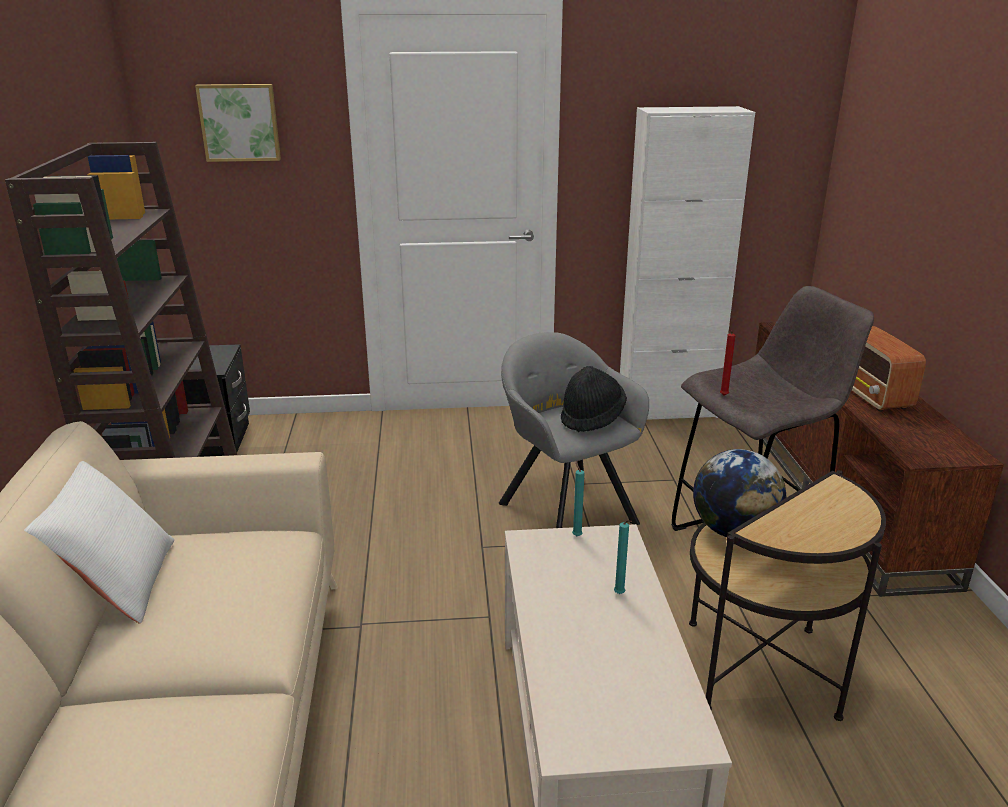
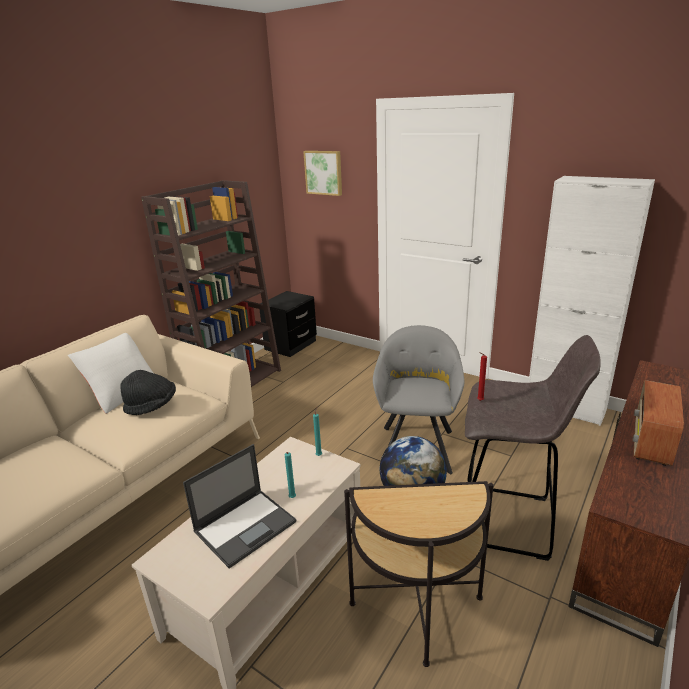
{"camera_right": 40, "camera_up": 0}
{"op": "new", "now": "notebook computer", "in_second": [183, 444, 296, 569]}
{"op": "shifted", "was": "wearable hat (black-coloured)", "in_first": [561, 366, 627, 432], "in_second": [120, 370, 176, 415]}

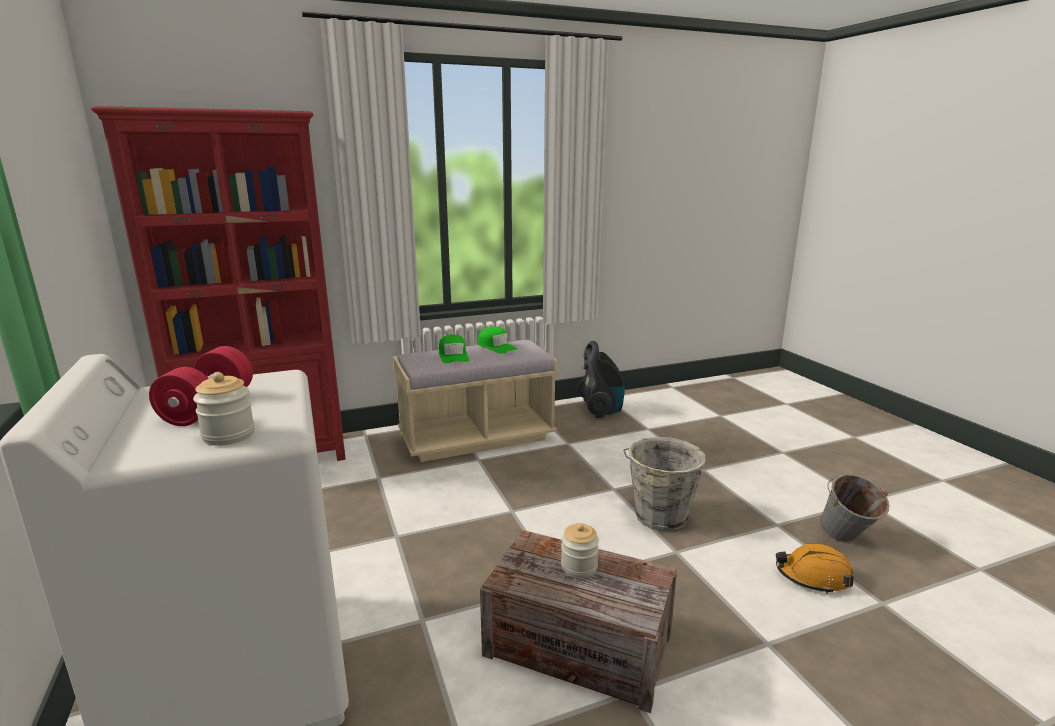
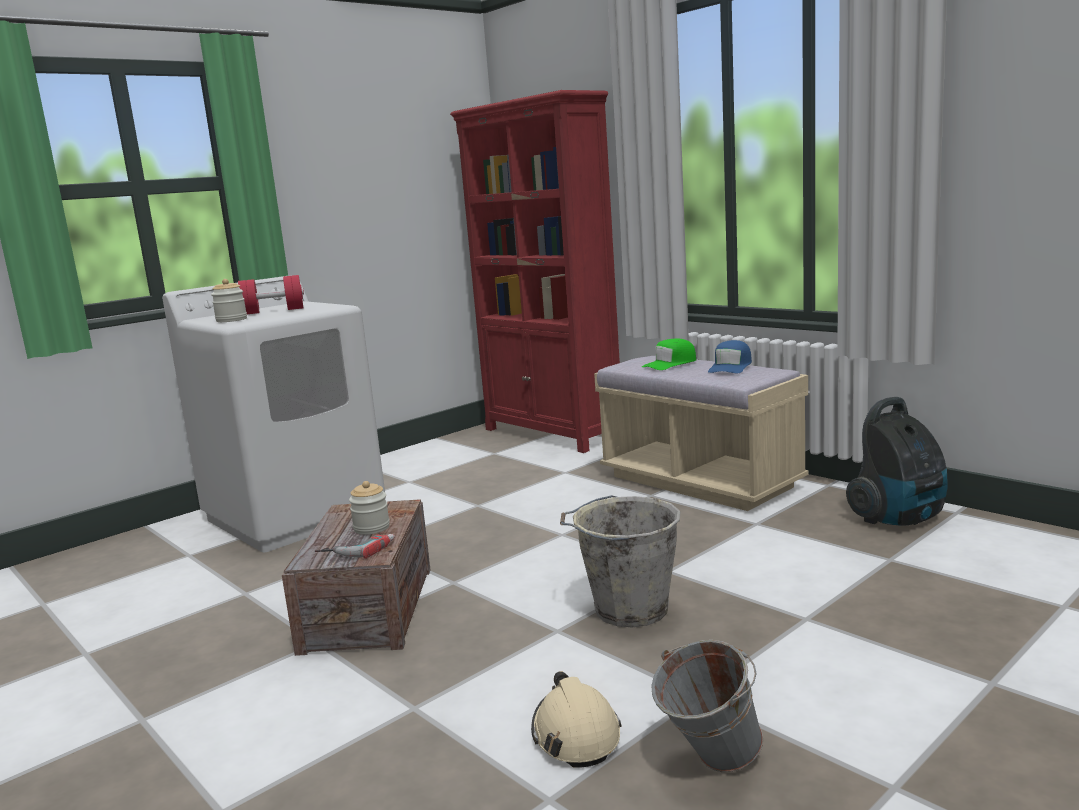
{"camera_right": 70, "camera_up": -5}
{"op": "new", "now": "electric drill", "in_second": [315, 534, 395, 559]}
{"op": "repainted", "was": "baseball cap (greenish)", "now": "baseball cap (blue)", "in_first": [478, 327, 518, 354], "in_second": [708, 340, 752, 373]}
{"op": "repainted", "was": "work helmet (orange-coloured)", "now": "work helmet (sand-coloured)", "in_first": [776, 543, 854, 594], "in_second": [531, 671, 622, 768]}

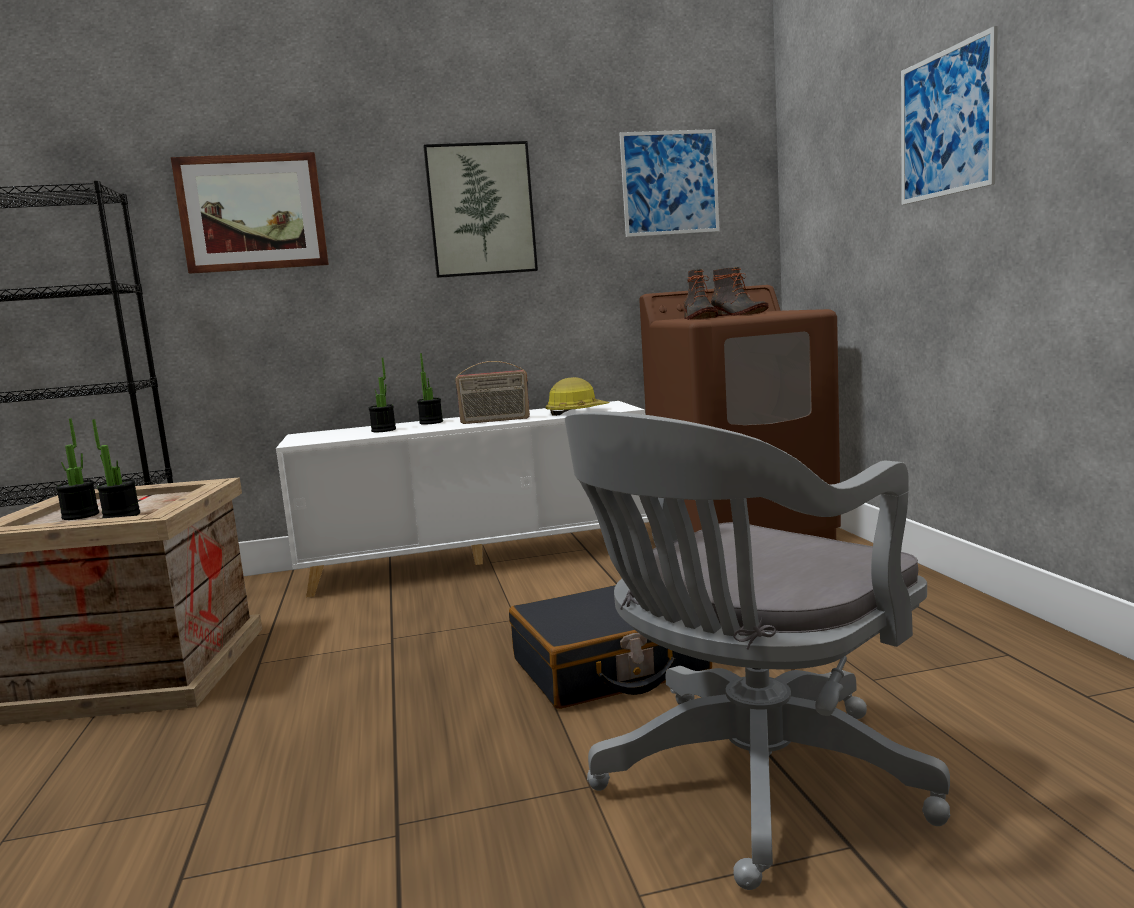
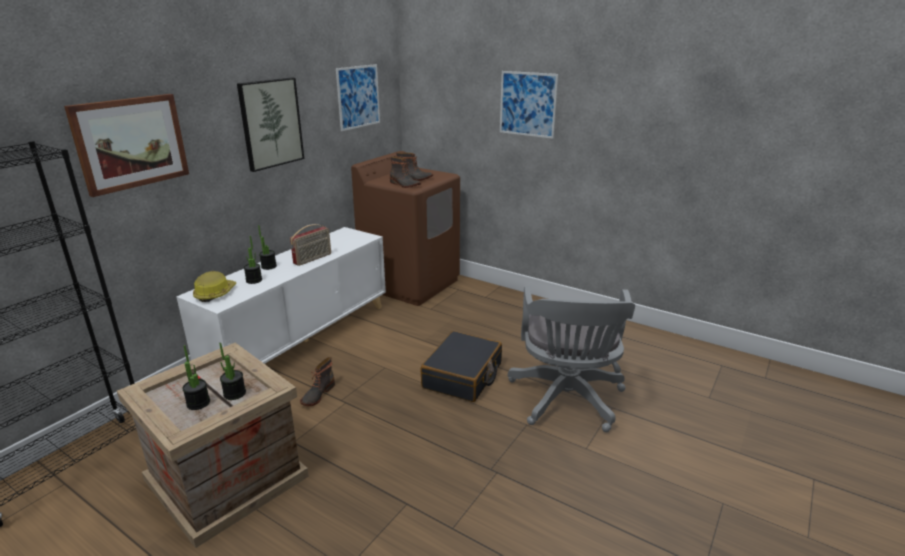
{"camera_right": -45, "camera_up": 15}
{"op": "new", "now": "high-top boot", "in_second": [300, 357, 335, 406]}
{"op": "shifted", "was": "work helmet", "in_first": [546, 377, 609, 416], "in_second": [193, 271, 236, 302]}

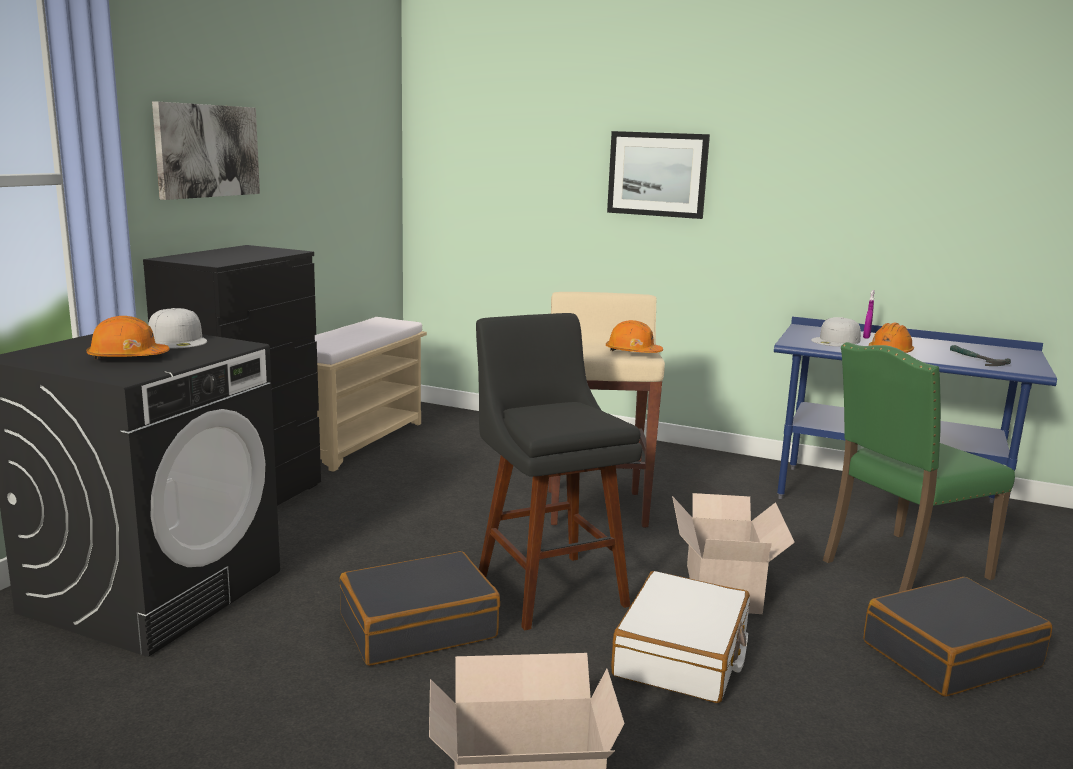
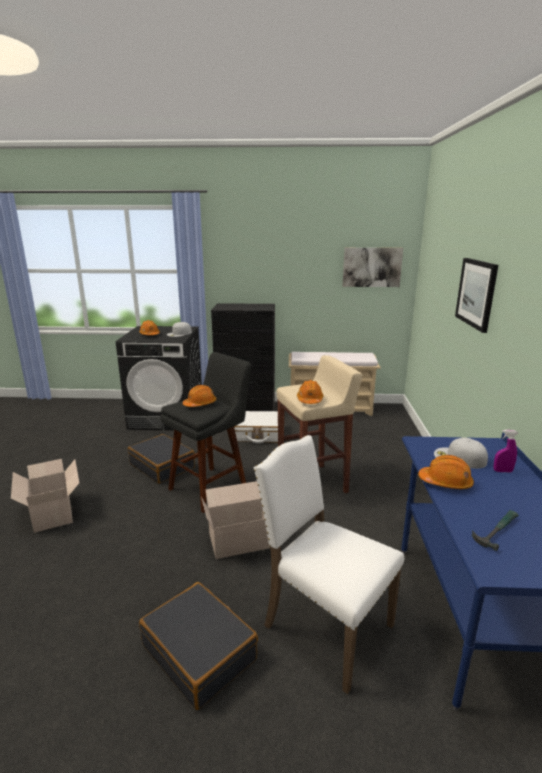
{"camera_right": 70, "camera_up": 5}
{"op": "new", "now": "work helmet (orange-coloured)", "in_second": [183, 385, 216, 407]}
{"op": "shifted", "was": "picture", "in_first": [152, 101, 260, 200], "in_second": [343, 248, 403, 287]}
{"op": "shifted", "was": "travel case (white)", "in_first": [611, 571, 750, 703], "in_second": [234, 411, 278, 444]}
{"op": "repainted", "was": "plain chair (greenish)", "now": "plain chair (white)", "in_first": [823, 342, 1015, 592], "in_second": [254, 435, 404, 694]}

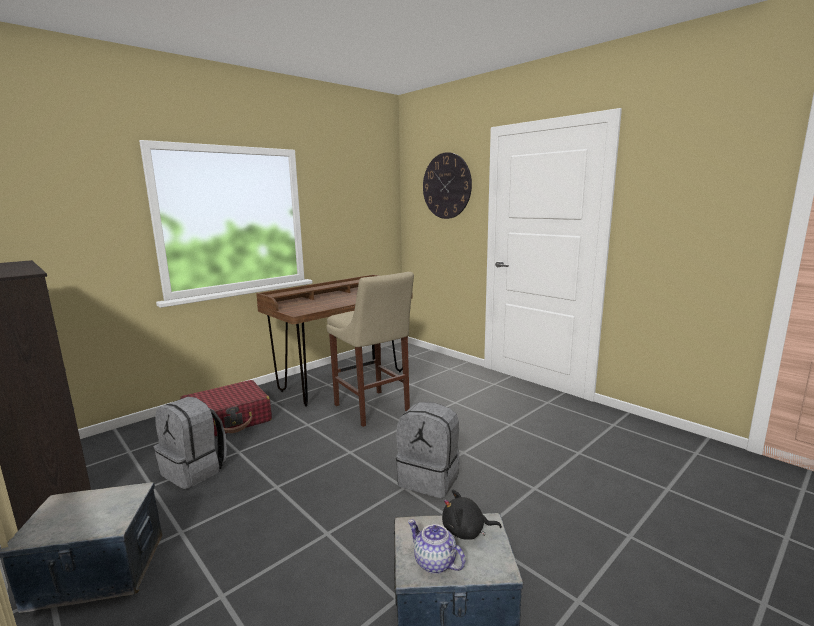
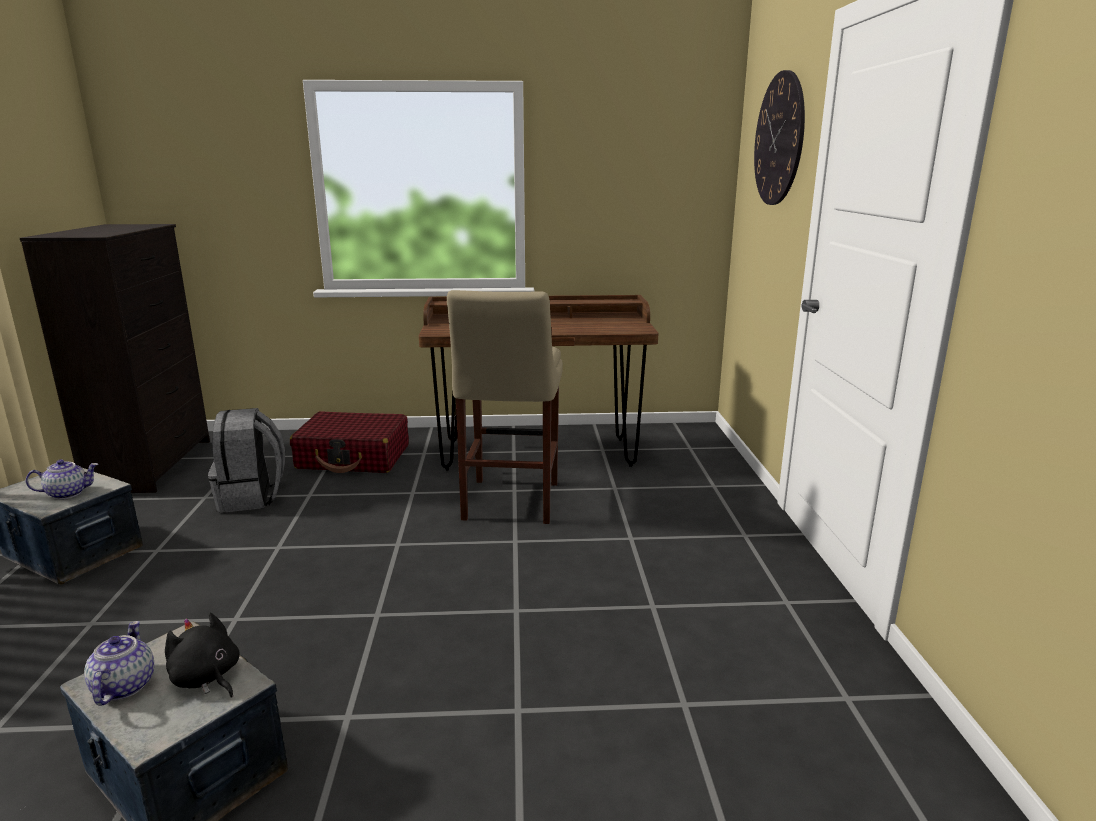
{"camera_right": 40, "camera_up": 5}
{"op": "gone", "was": "rucksack (grey)", "in_first": [396, 402, 460, 498]}
{"op": "new", "now": "pot for tea", "in_second": [26, 459, 98, 499]}

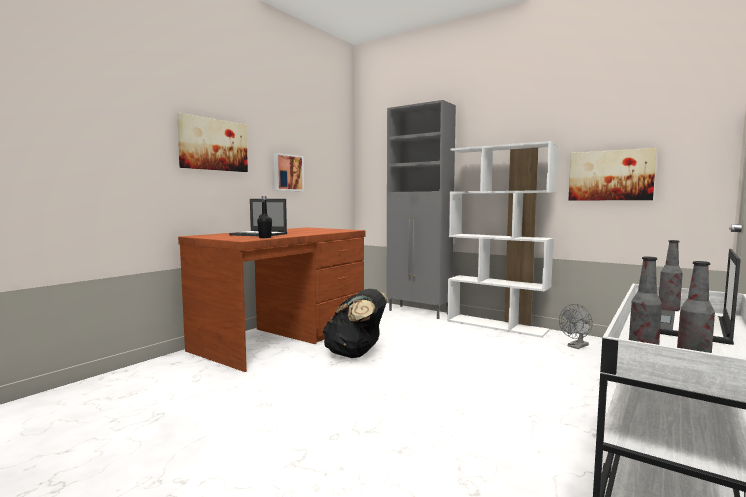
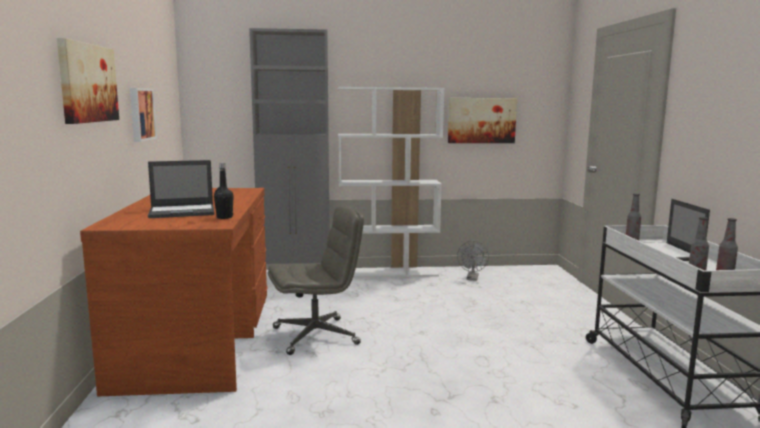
{"camera_right": -40, "camera_up": 5}
{"op": "swapped", "was": "rucksack (black-coloured)", "now": "desk chair (grey)", "in_first": [323, 289, 388, 358], "in_second": [268, 206, 364, 355]}

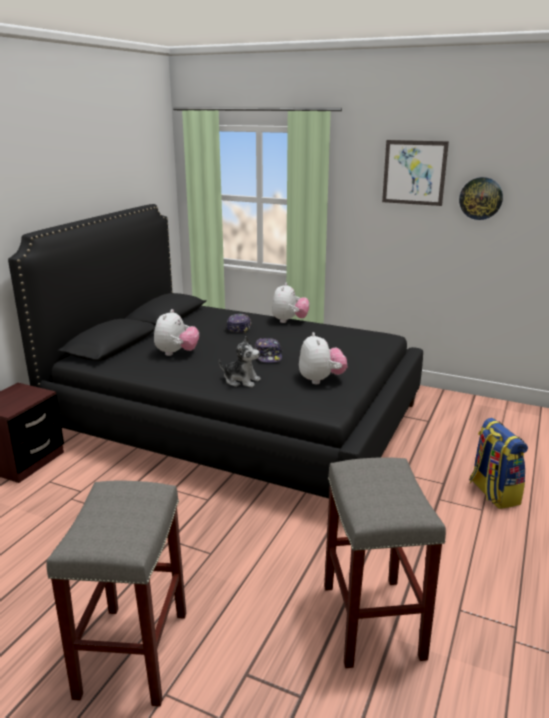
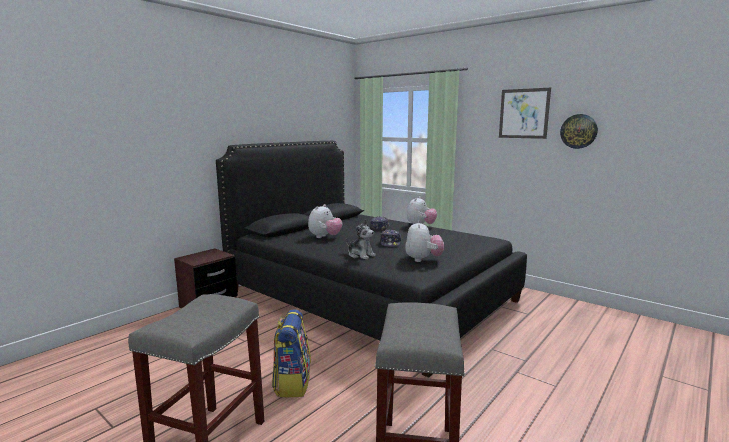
{"camera_right": 15, "camera_up": -10}
{"op": "shifted", "was": "rucksack", "in_first": [469, 418, 528, 509], "in_second": [272, 309, 311, 397]}

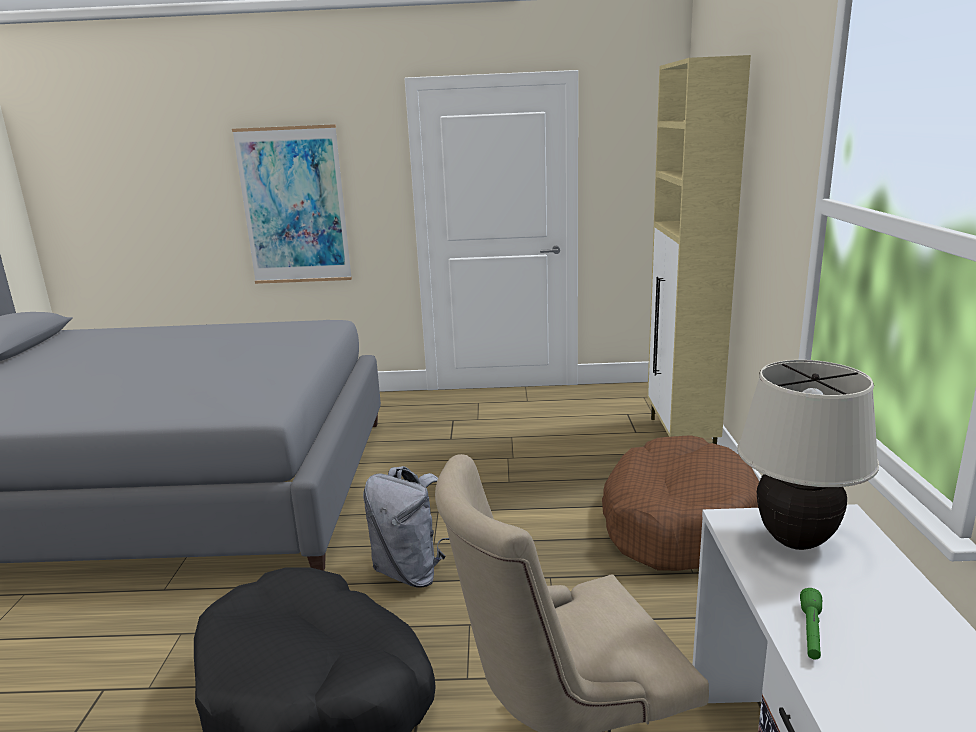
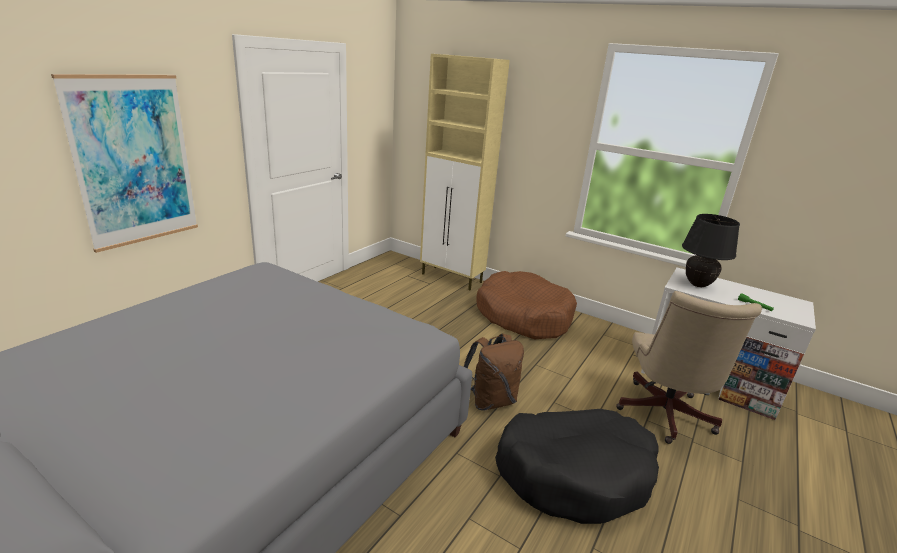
{"camera_right": -60, "camera_up": 5}
{"op": "repainted", "was": "rucksack (grey)", "now": "rucksack (brown-coloured)", "in_first": [363, 466, 449, 588], "in_second": [464, 333, 524, 411]}
{"op": "repainted", "was": "table lamp (sand-coloured)", "now": "table lamp (black-coloured)", "in_first": [738, 360, 879, 550], "in_second": [682, 214, 740, 287]}

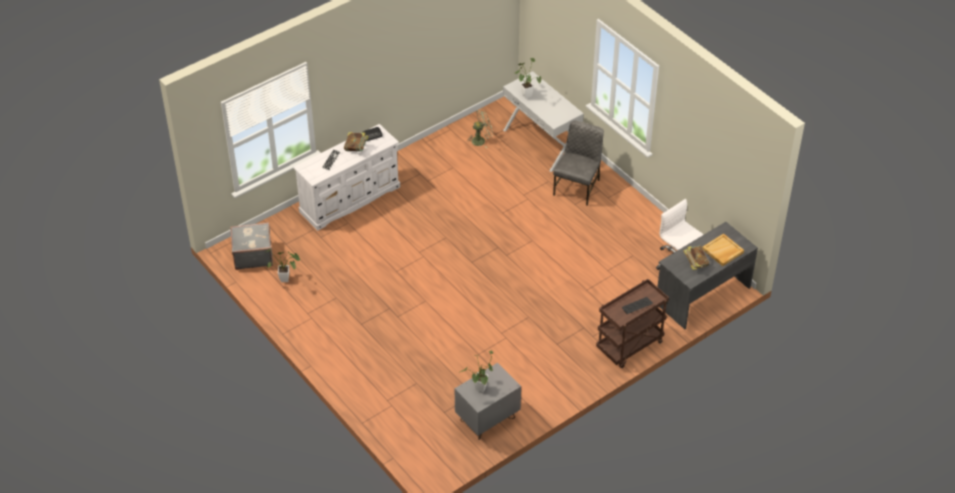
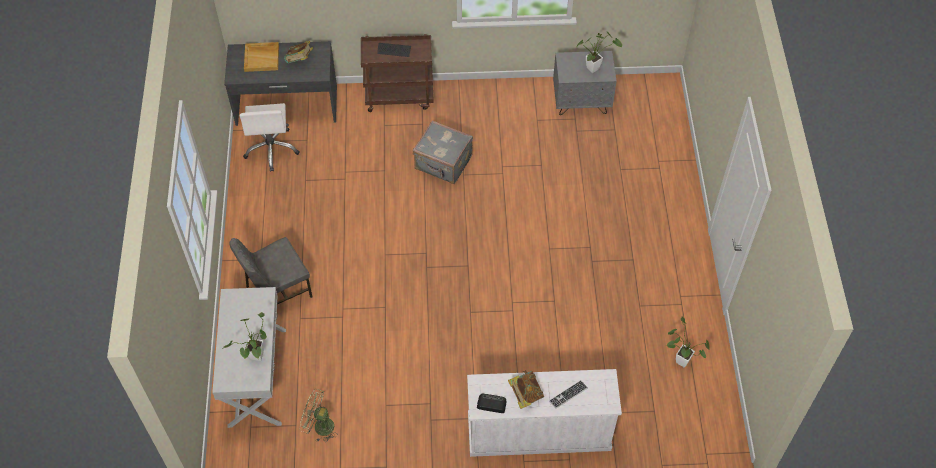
{"camera_right": -145, "camera_up": 10}
{"op": "shifted", "was": "travel case (grey)", "in_first": [230, 222, 273, 270], "in_second": [413, 121, 473, 184]}

